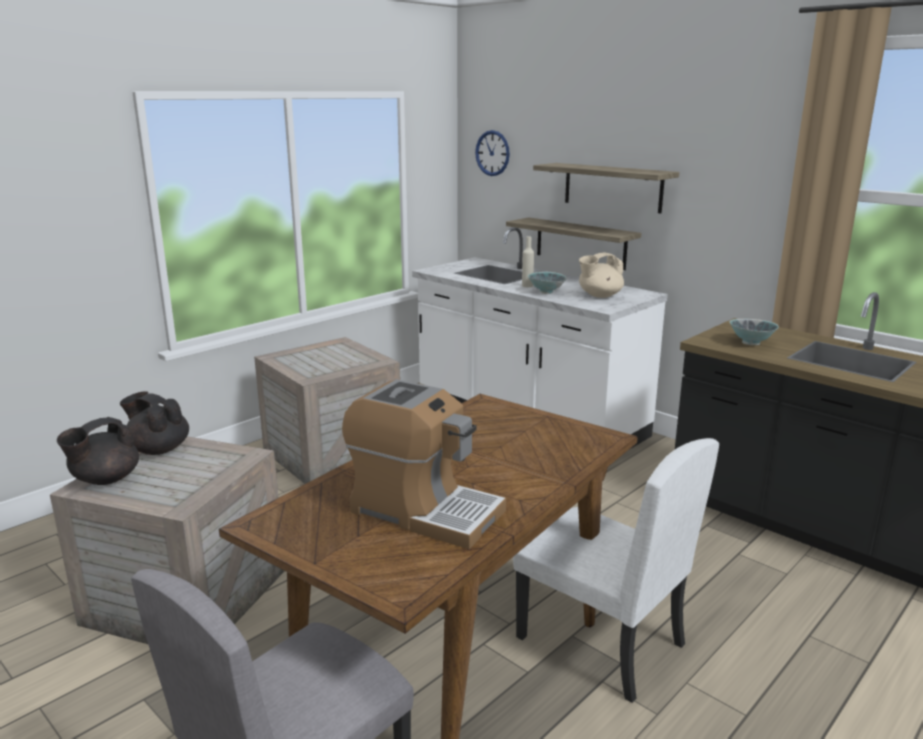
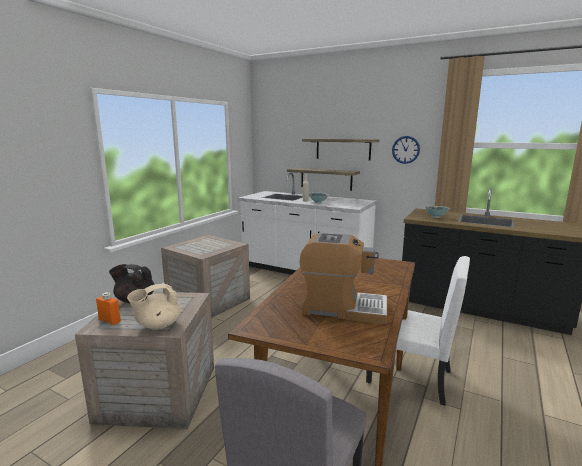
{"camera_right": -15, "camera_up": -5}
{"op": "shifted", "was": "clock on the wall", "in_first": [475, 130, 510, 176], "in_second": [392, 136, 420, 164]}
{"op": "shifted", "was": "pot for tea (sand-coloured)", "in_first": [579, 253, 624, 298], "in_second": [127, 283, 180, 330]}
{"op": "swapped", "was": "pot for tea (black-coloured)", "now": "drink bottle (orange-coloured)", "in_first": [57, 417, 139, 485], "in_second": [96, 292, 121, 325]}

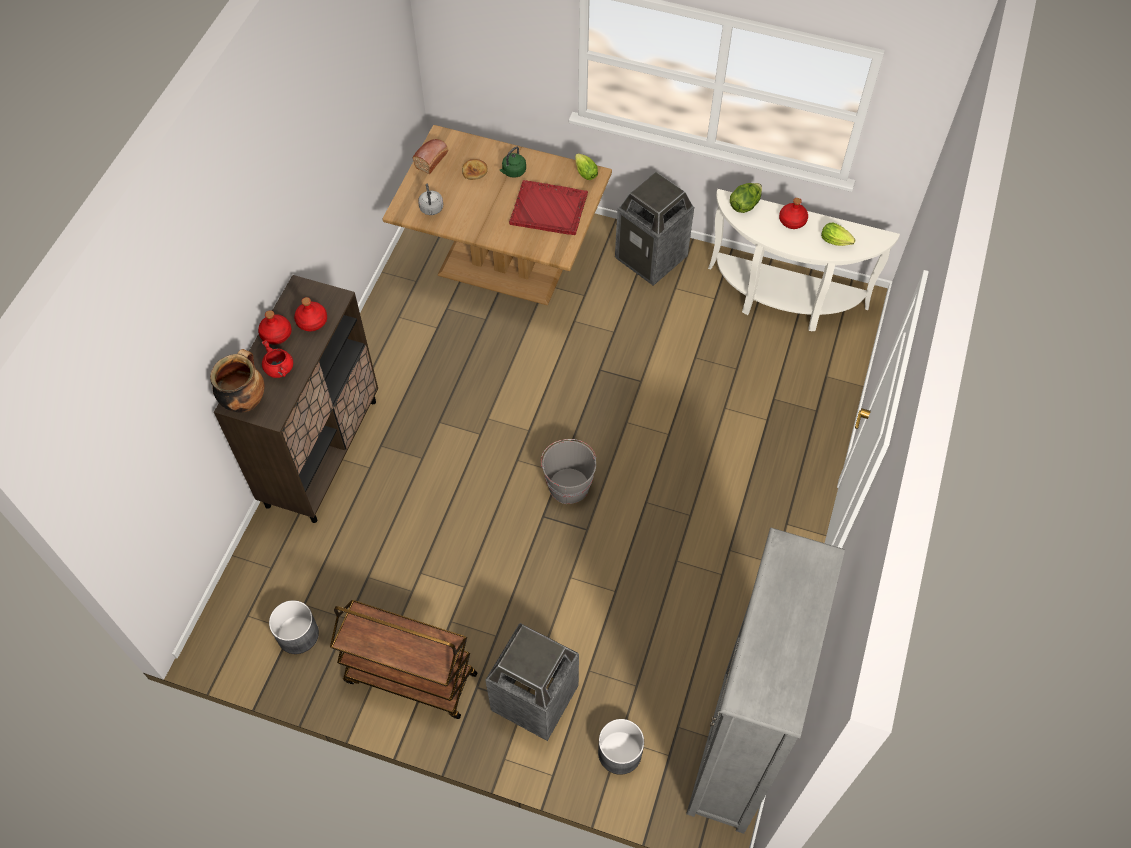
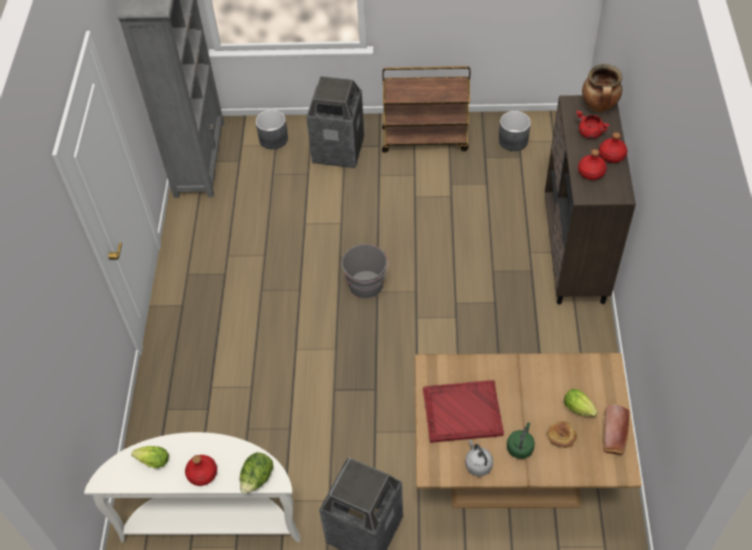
{"camera_right": 165, "camera_up": -5}
{"op": "shifted", "was": "kettle (grey)", "in_first": [418, 184, 443, 215], "in_second": [465, 439, 493, 476]}
{"op": "shifted", "was": "lettuce head", "in_first": [575, 153, 598, 180], "in_second": [564, 389, 598, 417]}

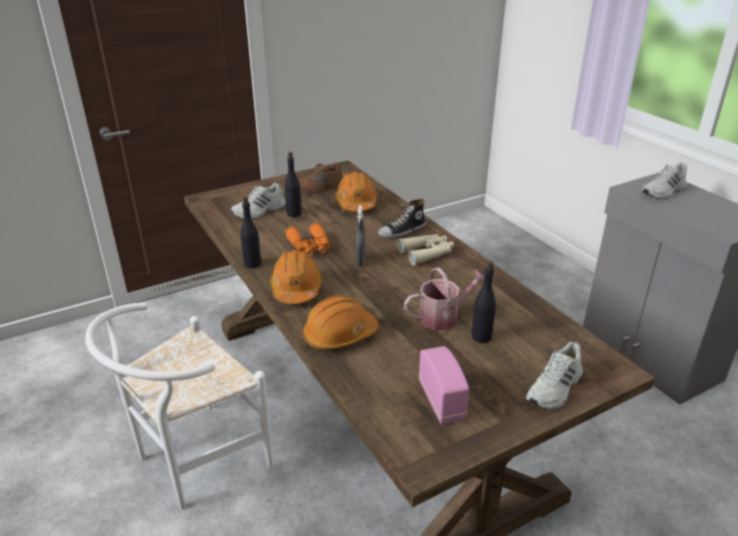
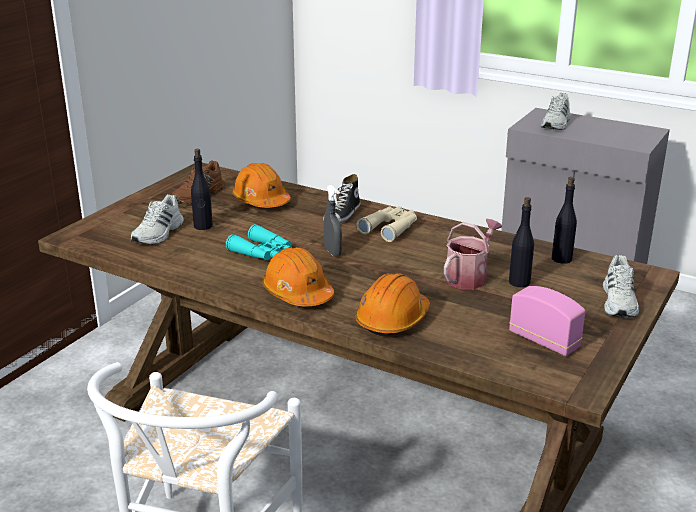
{"camera_right": -30, "camera_up": -5}
{"op": "shifted", "was": "drink bottle (black-coloured)", "in_first": [240, 196, 261, 269], "in_second": [552, 177, 577, 264]}
{"op": "repainted", "was": "binoculars (orange-coloured)", "now": "binoculars (turquoise)", "in_first": [285, 222, 330, 256], "in_second": [226, 224, 292, 260]}

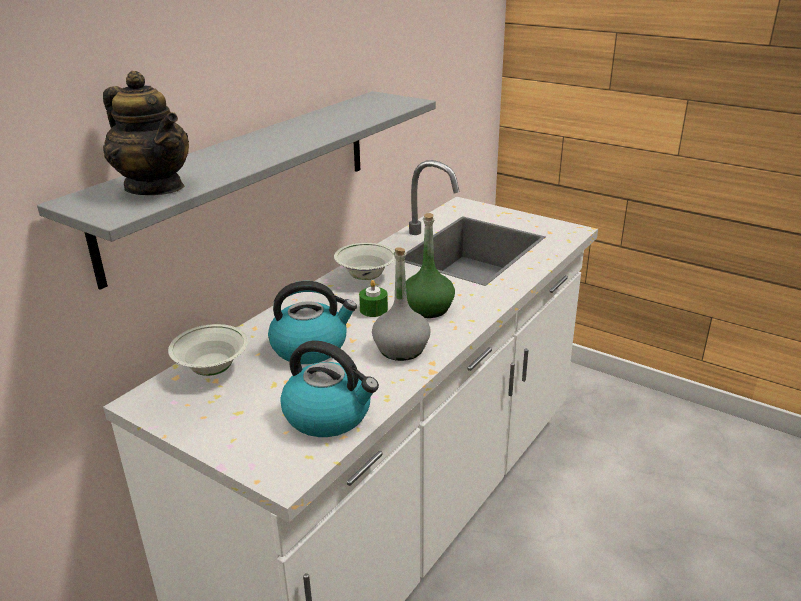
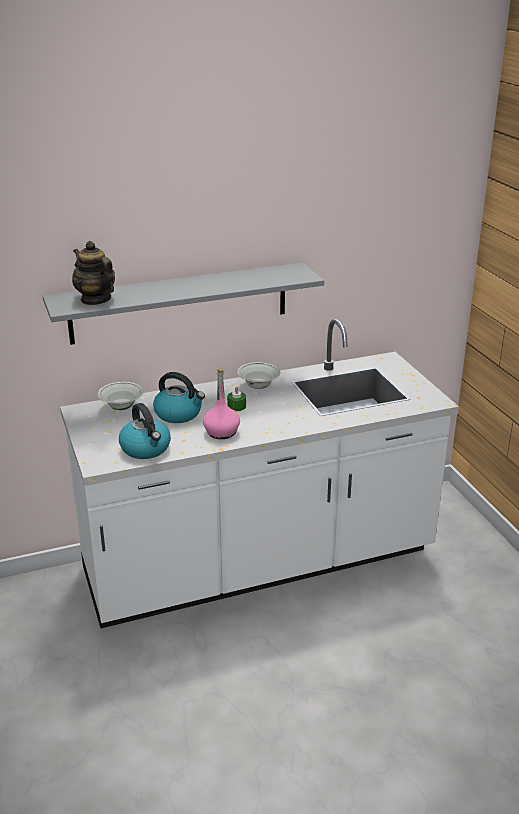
{"camera_right": 35, "camera_up": 0}
{"op": "gone", "was": "drink bottle (greenish)", "in_first": [406, 213, 455, 318]}
{"op": "repainted", "was": "drink bottle (grey)", "now": "drink bottle (pink)", "in_first": [372, 247, 431, 361], "in_second": [203, 368, 240, 439]}
{"op": "rotated", "was": "pot for tea", "in_first": [103, 71, 189, 195], "in_second": [72, 241, 115, 305], "clockwise": 150}

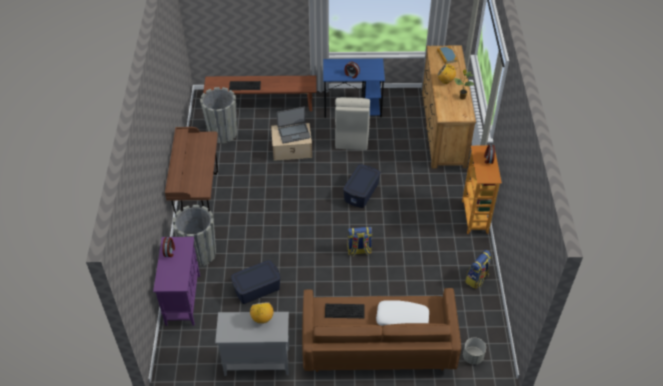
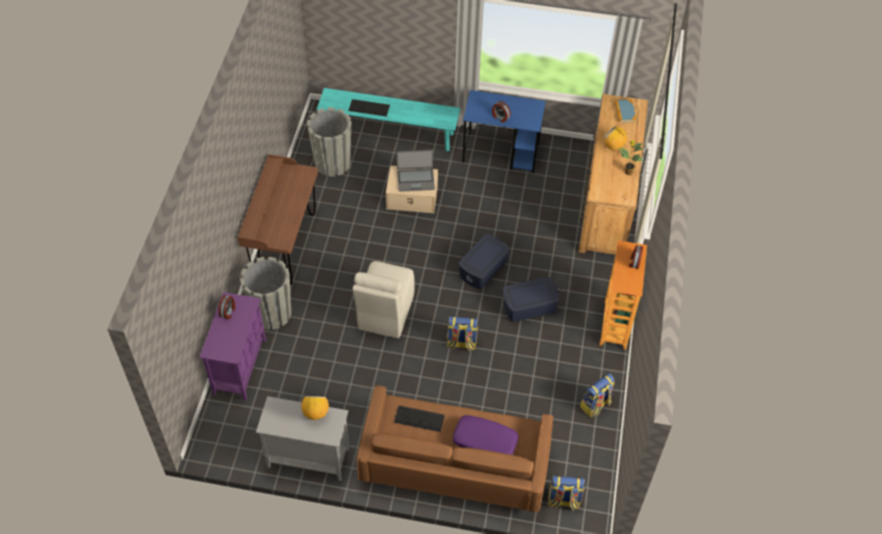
{"camera_right": 10, "camera_up": 5}
{"op": "shifted", "was": "storage box (blue)", "in_first": [231, 260, 281, 304], "in_second": [503, 277, 559, 322]}
{"op": "shifted", "was": "plain chair (sand-coloured)", "in_first": [335, 97, 370, 150], "in_second": [352, 261, 415, 338]}
{"op": "swapped", "was": "flower pot (grey)", "now": "rucksack", "in_first": [463, 337, 486, 365], "in_second": [548, 476, 585, 511]}
{"op": "repainted", "was": "indoor bench (brown-coloured)", "now": "indoor bench (turquoise)", "in_first": [203, 76, 316, 112], "in_second": [316, 88, 461, 151]}
{"op": "repainted", "was": "cushion (white)", "now": "cushion (purple)", "in_first": [376, 300, 429, 326], "in_second": [453, 415, 518, 455]}

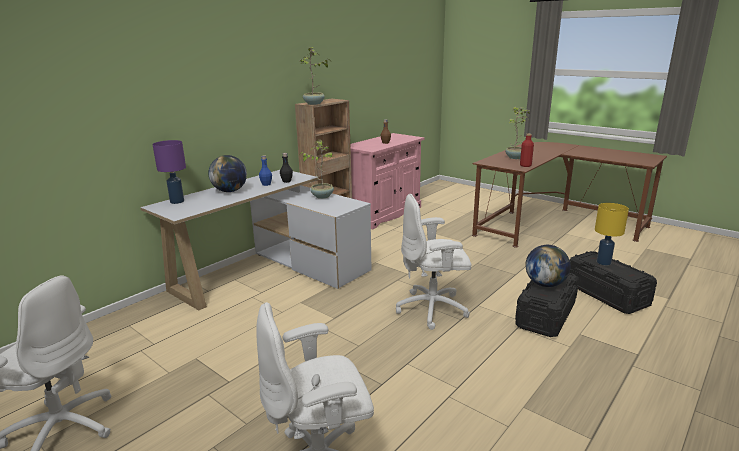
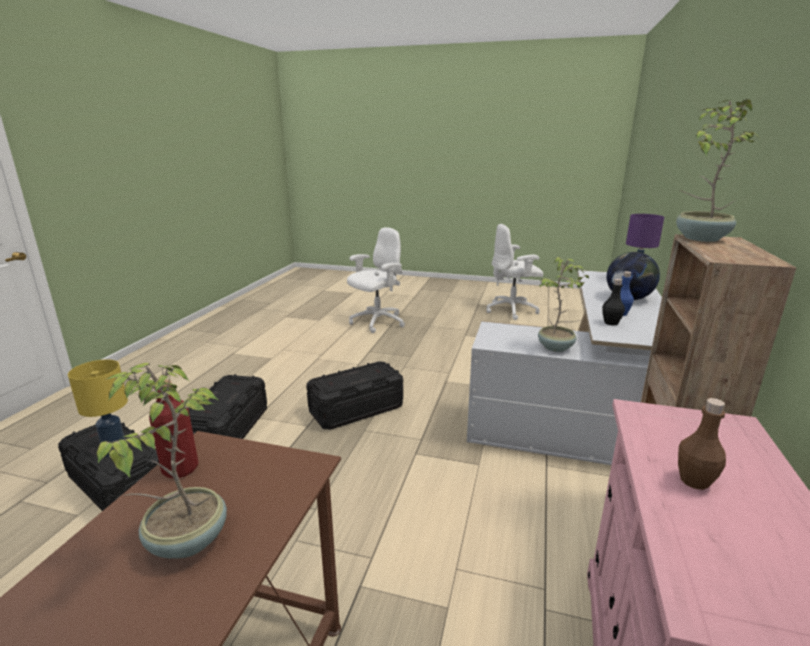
{"camera_right": 155, "camera_up": 0}
{"op": "gone", "was": "world globe", "in_first": [525, 245, 571, 287]}
{"op": "swapped", "was": "desk chair (white)", "now": "storage box (black-coloured)", "in_first": [396, 194, 471, 330], "in_second": [306, 361, 403, 430]}

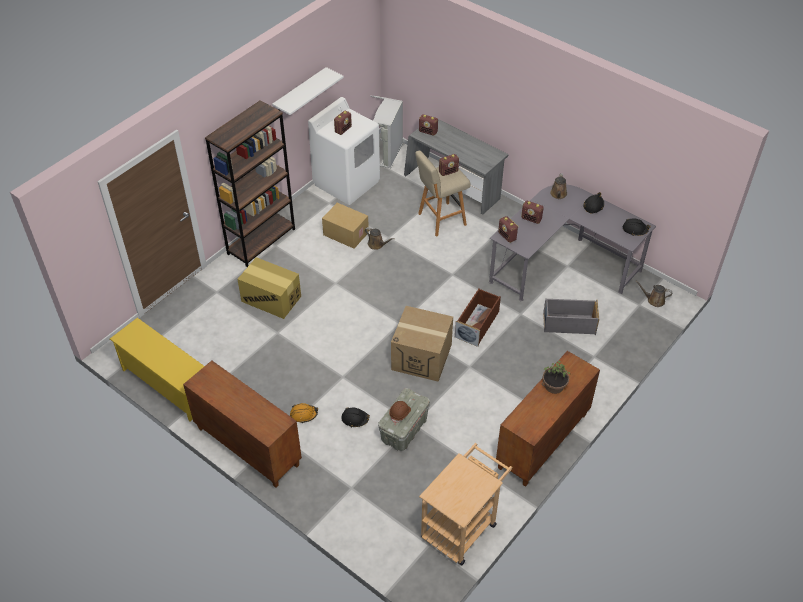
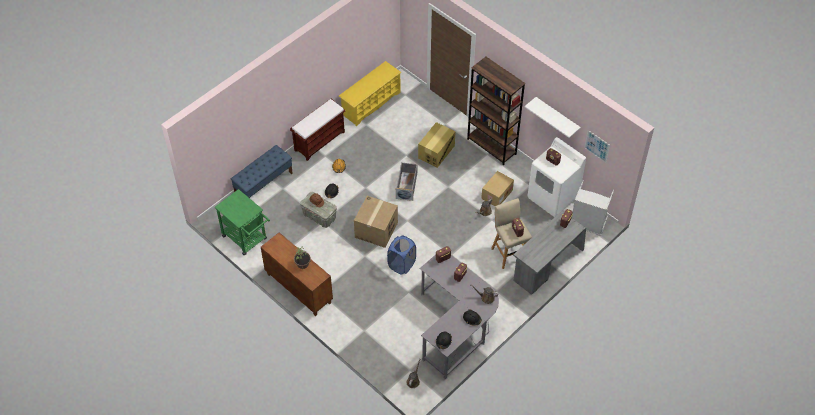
{"camera_right": 95, "camera_up": 5}
{"op": "new", "now": "indoor bench (blue)", "in_second": [231, 145, 293, 198]}
{"op": "new", "now": "picture", "in_second": [584, 130, 610, 163]}
{"op": "shifted", "was": "storage box (grey)", "in_first": [543, 299, 599, 335], "in_second": [396, 162, 417, 201]}
{"op": "swapped", "was": "cupboard (brown-coloured)", "now": "indoor bench (brown-coloured)", "in_first": [183, 361, 302, 488], "in_second": [290, 99, 346, 161]}
{"op": "swapped", "was": "storage box (brown-coloured)", "now": "laundry basket (blue)", "in_first": [455, 288, 501, 347], "in_second": [387, 235, 416, 275]}
{"op": "repainted", "was": "trolley (sand-coloured)", "now": "trolley (greenish)", "in_first": [419, 443, 512, 565], "in_second": [215, 189, 270, 255]}

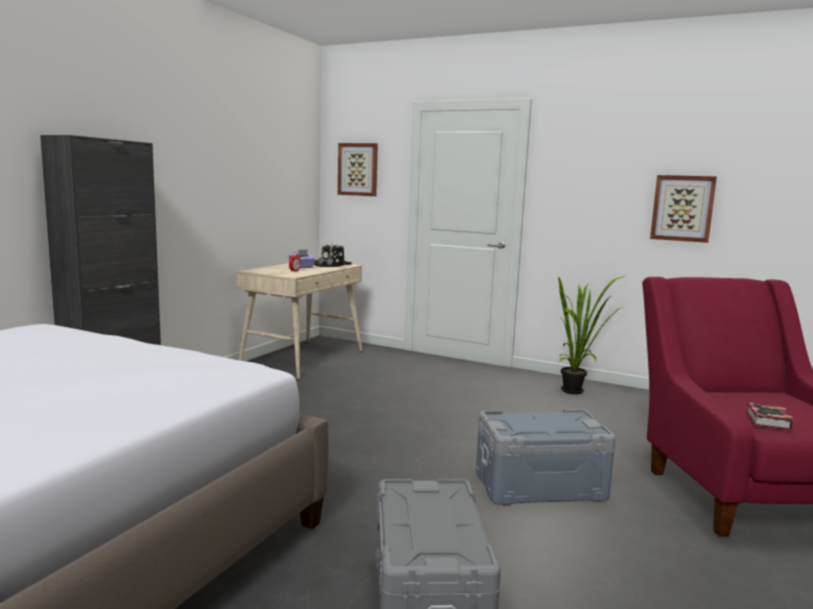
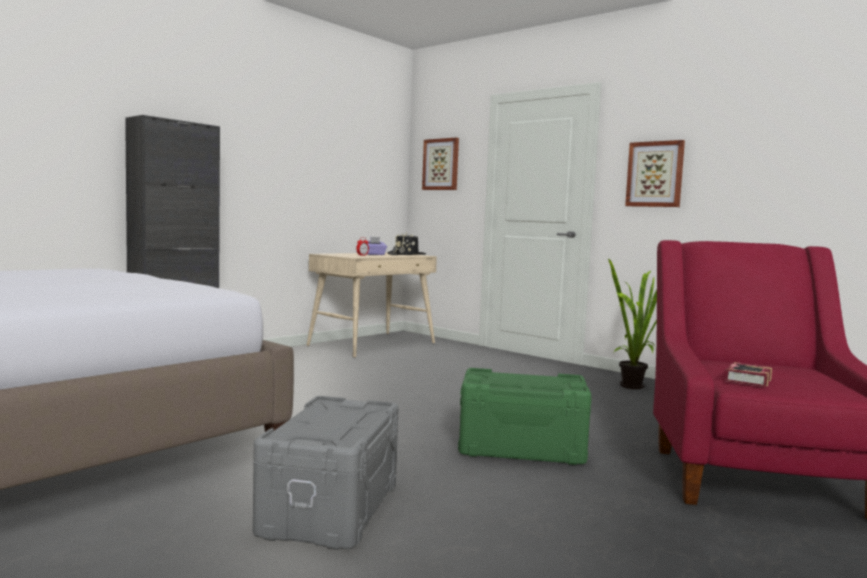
{"camera_right": 15, "camera_up": -5}
{"op": "shifted", "was": "picture", "in_first": [650, 175, 717, 243], "in_second": [625, 140, 685, 207]}
{"op": "repainted", "was": "storage box (grey)", "now": "storage box (greenish)", "in_first": [476, 409, 616, 506], "in_second": [458, 368, 591, 465]}

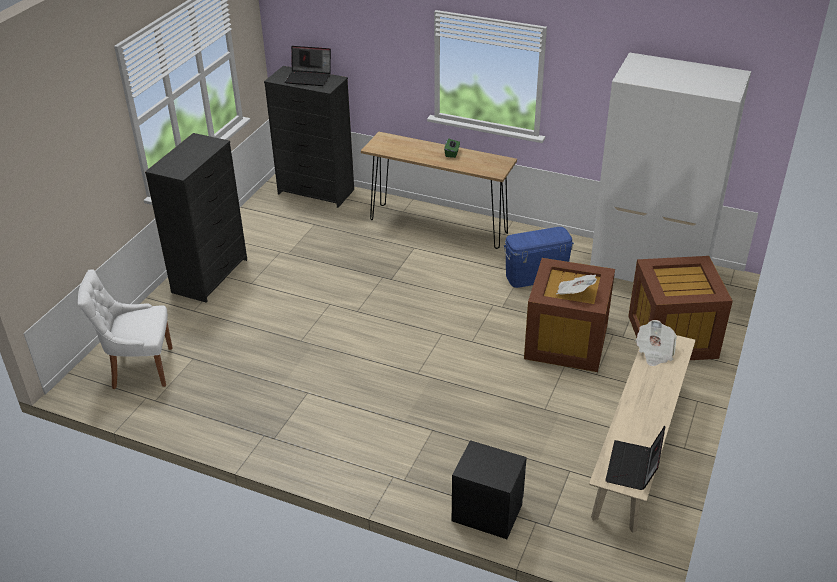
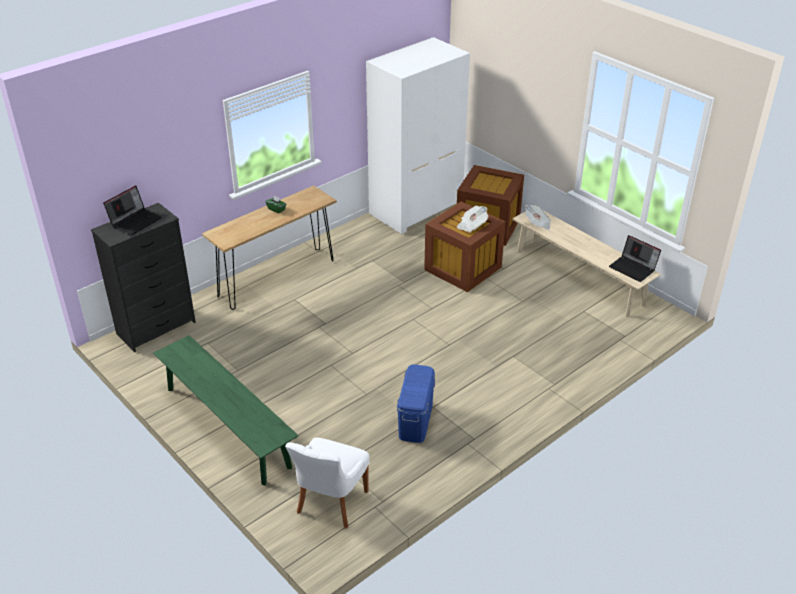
{"camera_right": -65, "camera_up": 0}
{"op": "gone", "was": "bedside table (black-coloured)", "in_first": [452, 440, 527, 539]}
{"op": "shifted", "was": "storage box (blue)", "in_first": [504, 227, 574, 288], "in_second": [397, 365, 435, 443]}
{"op": "swapped", "was": "chest of drawers (black-coloured)", "now": "indoor bench (greenish)", "in_first": [145, 133, 247, 303], "in_second": [153, 335, 298, 486]}

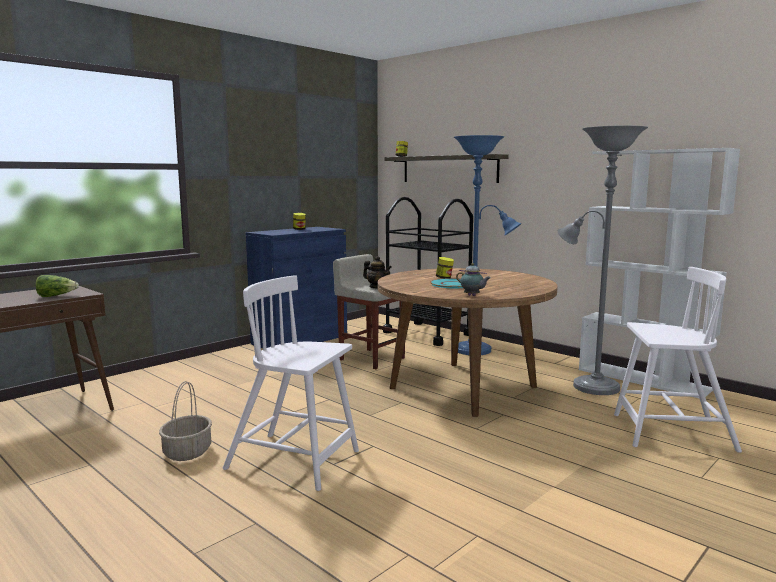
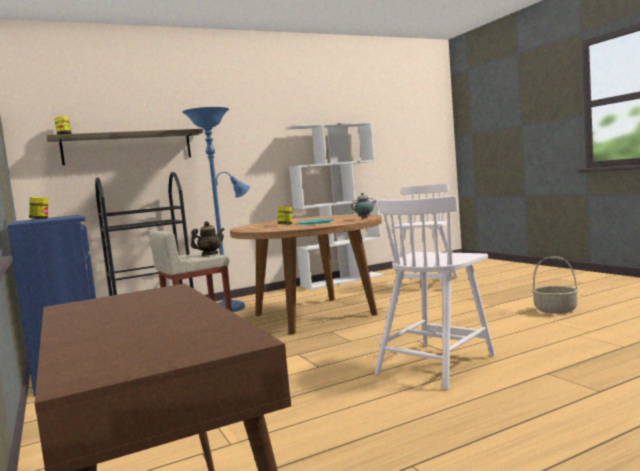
{"camera_right": -70, "camera_up": -5}
{"op": "gone", "was": "lettuce head", "in_first": [36, 275, 79, 297]}
{"op": "gone", "was": "standard lamp (grey)", "in_first": [558, 126, 648, 395]}
{"op": "shifted", "was": "household basket", "in_first": [159, 381, 212, 461], "in_second": [532, 256, 578, 314]}

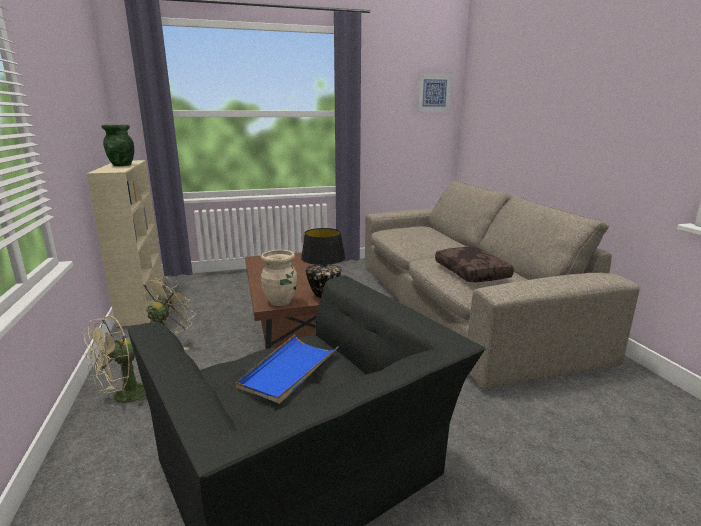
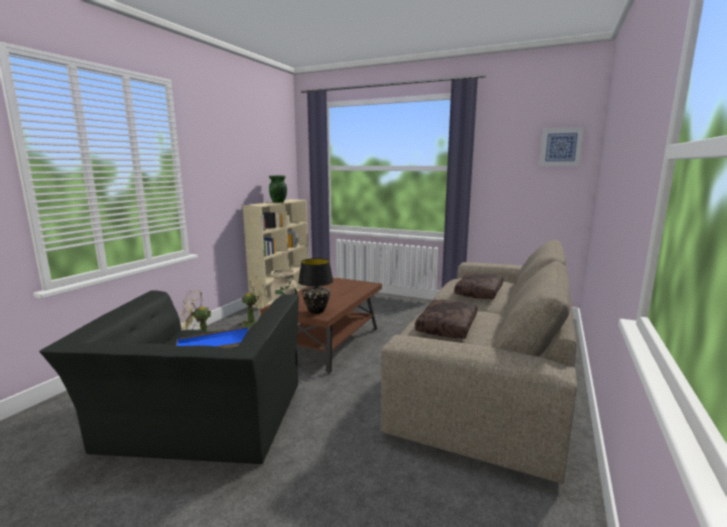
{"camera_right": 40, "camera_up": -5}
{"op": "new", "now": "cushion (brown-coloured)", "in_second": [454, 273, 503, 299]}

